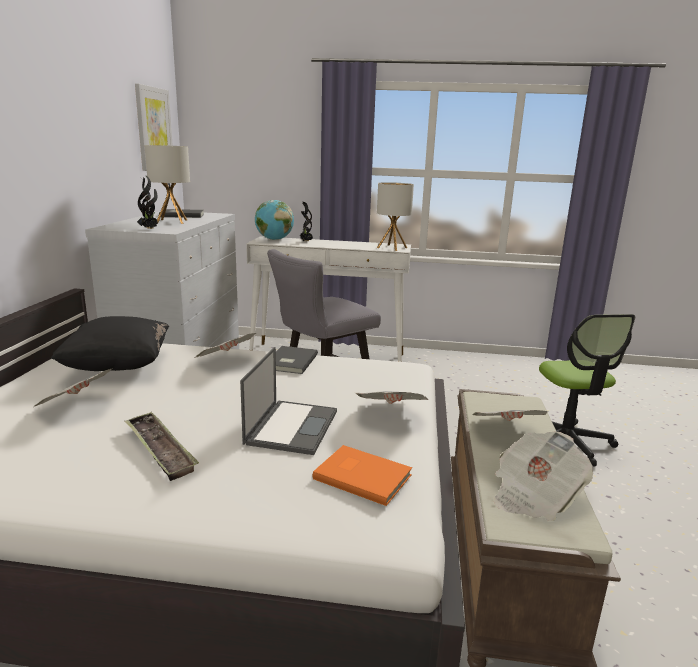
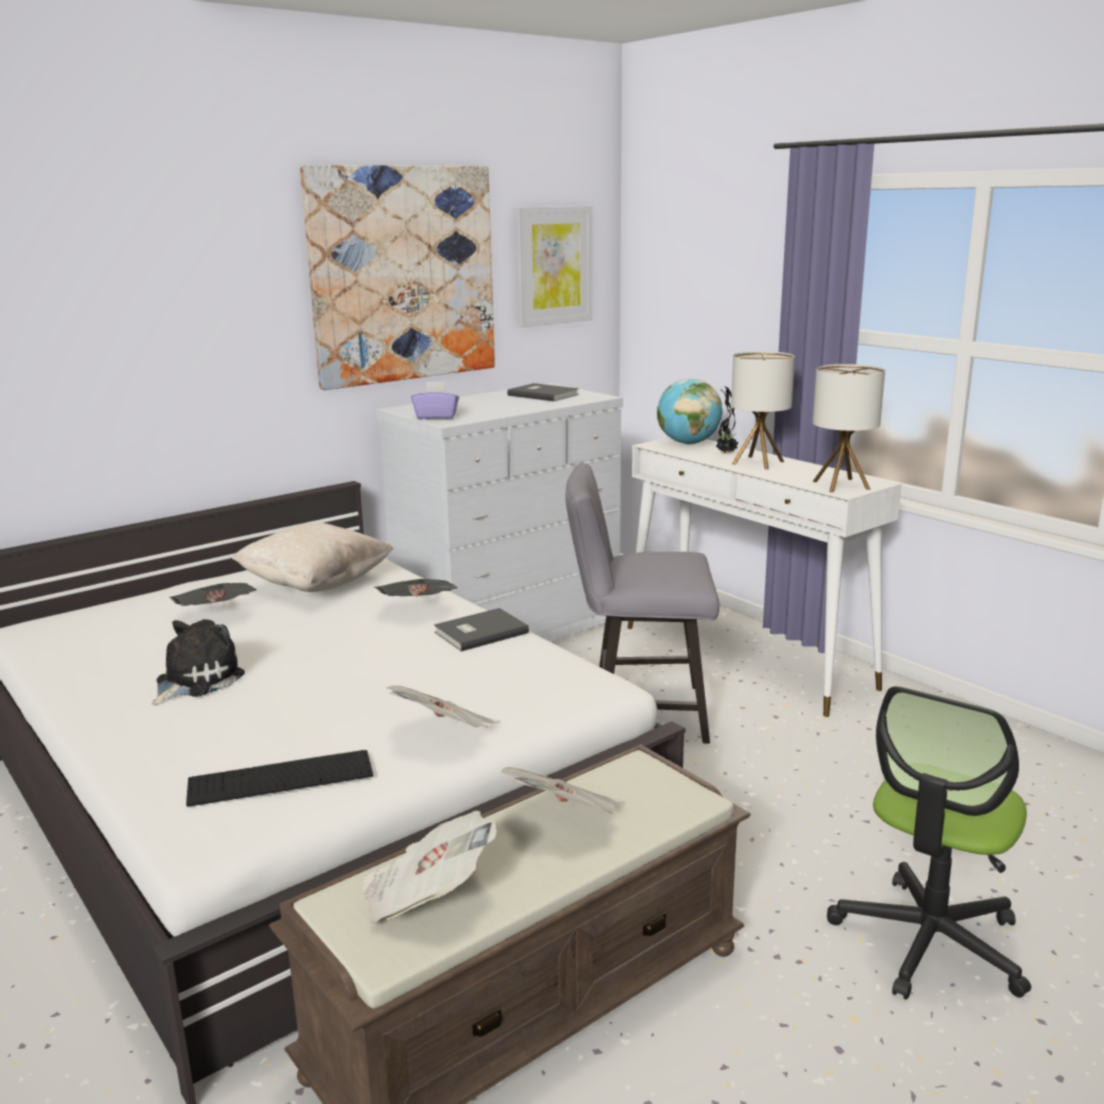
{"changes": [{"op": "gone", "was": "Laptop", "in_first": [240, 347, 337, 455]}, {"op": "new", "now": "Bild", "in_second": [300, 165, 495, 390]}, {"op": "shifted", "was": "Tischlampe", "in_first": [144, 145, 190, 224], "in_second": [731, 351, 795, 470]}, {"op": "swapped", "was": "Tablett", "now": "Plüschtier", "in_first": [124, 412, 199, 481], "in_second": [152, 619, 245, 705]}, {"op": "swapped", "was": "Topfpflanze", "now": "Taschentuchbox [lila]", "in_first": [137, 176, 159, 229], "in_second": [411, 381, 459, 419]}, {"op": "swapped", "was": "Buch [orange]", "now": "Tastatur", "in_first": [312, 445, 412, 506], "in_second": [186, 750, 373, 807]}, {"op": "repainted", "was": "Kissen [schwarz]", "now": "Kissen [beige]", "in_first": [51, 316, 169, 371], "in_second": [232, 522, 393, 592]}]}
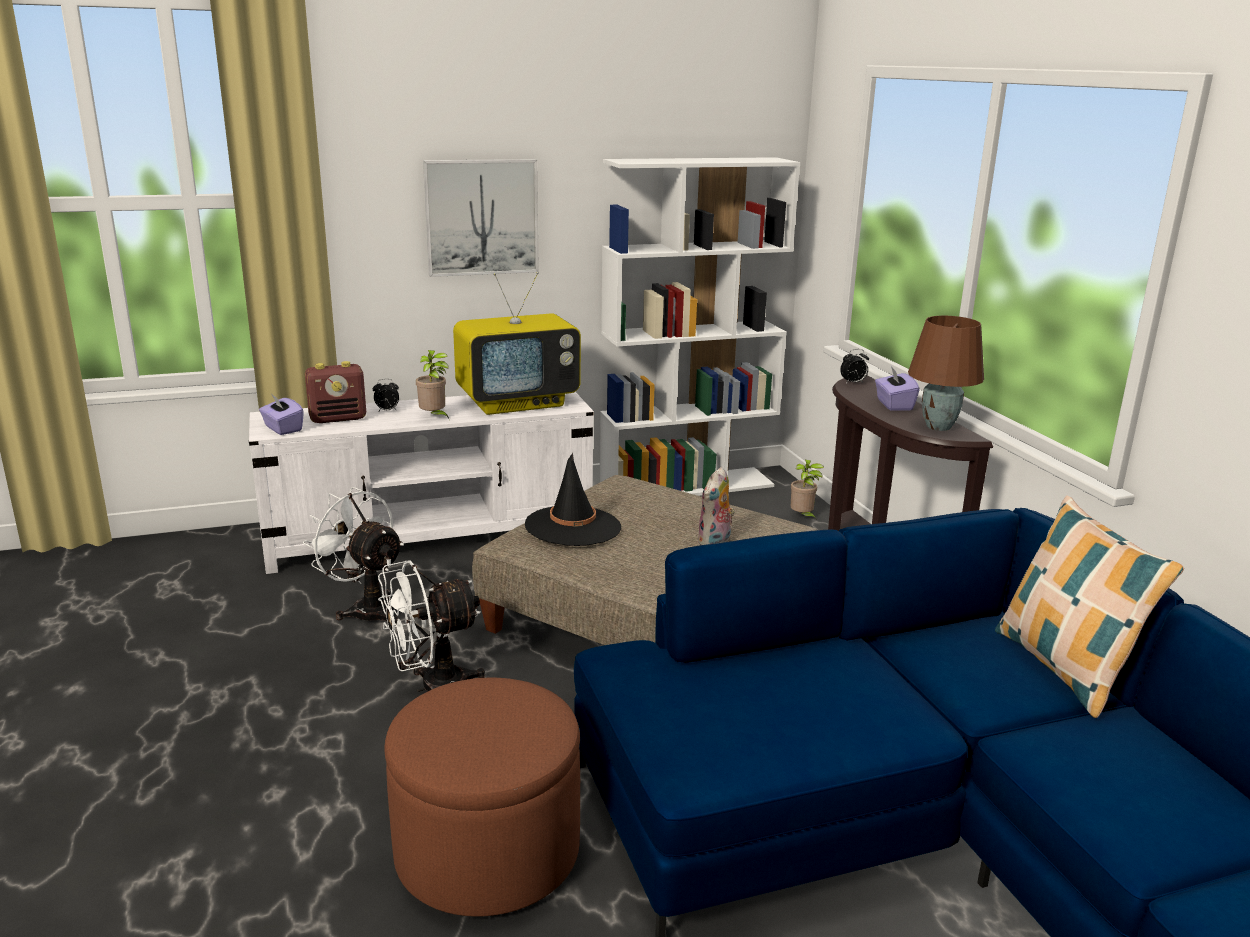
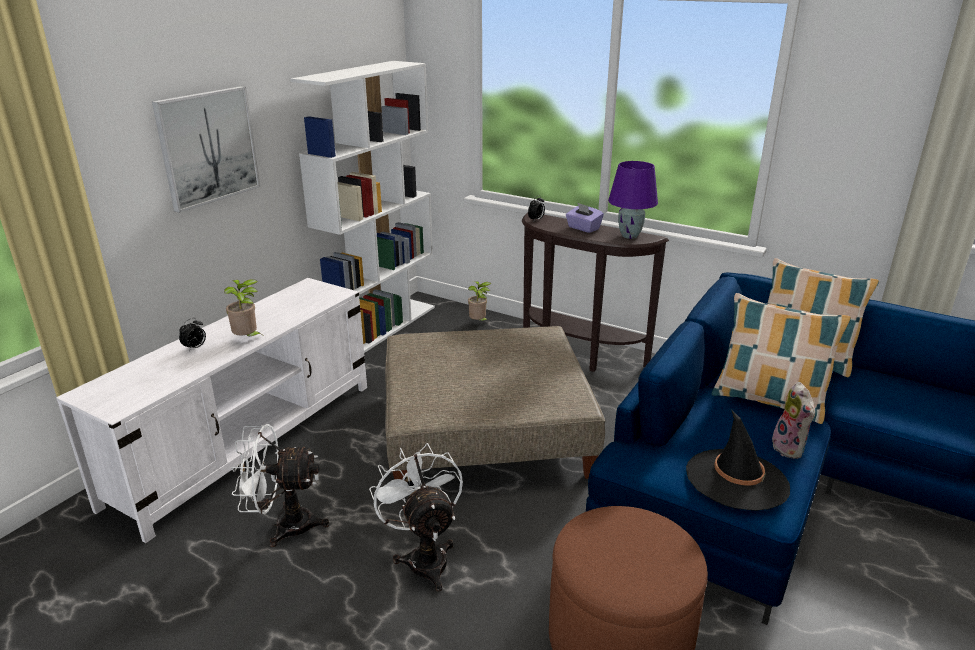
{"changes": [{"op": "gone", "was": "Taschentuchbox [lila]", "in_first": [259, 393, 304, 435]}, {"op": "gone", "was": "Radio", "in_first": [305, 361, 366, 423]}, {"op": "gone", "was": "Fernseher", "in_first": [453, 272, 581, 415]}, {"op": "new", "now": "Kissen", "in_second": [712, 293, 851, 424]}, {"op": "shifted", "was": "Hut [schwarz]", "in_first": [525, 453, 621, 546], "in_second": [686, 411, 790, 511]}, {"op": "shifted", "was": "Plüschtier", "in_first": [697, 467, 735, 545], "in_second": [772, 382, 816, 459]}, {"op": "repainted", "was": "Tischlampe [braun]", "now": "Tischlampe [lila]", "in_first": [908, 316, 984, 431], "in_second": [608, 161, 658, 239]}, {"op": "rotated", "was": "Ventilator [weiß]", "in_first": [378, 560, 485, 692], "in_second": [369, 443, 463, 592], "clockwise": 135}]}
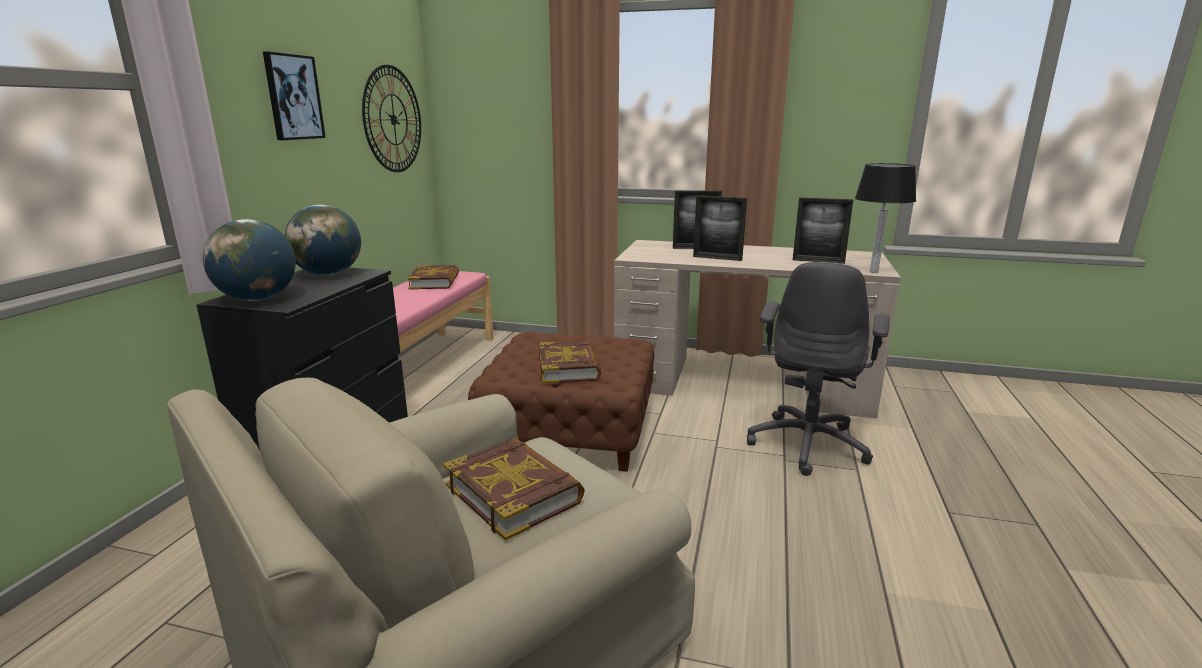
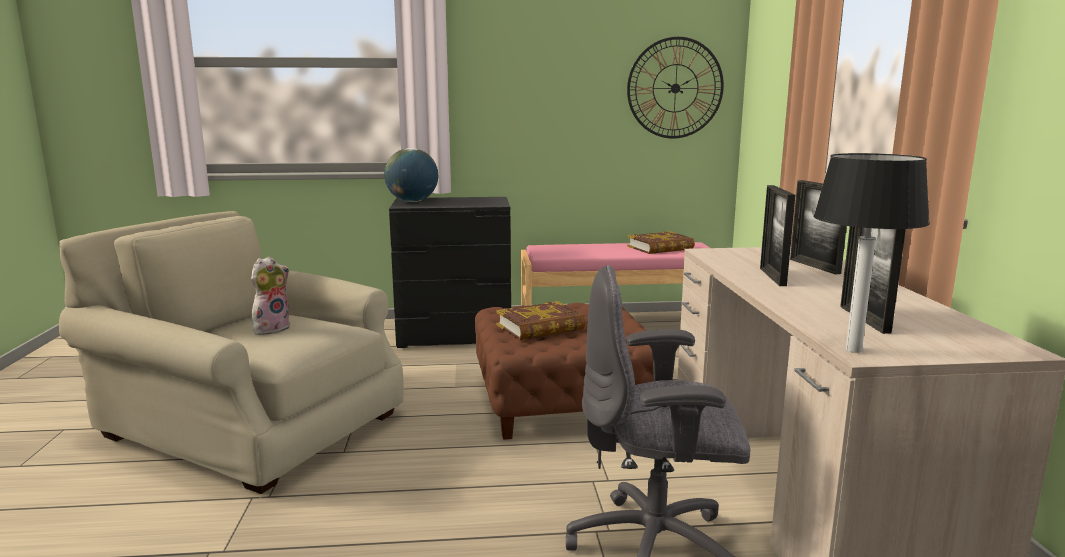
{"changes": [{"op": "gone", "was": "Bild", "in_first": [263, 51, 326, 140]}, {"op": "gone", "was": "Globus", "in_first": [285, 205, 361, 275]}, {"op": "swapped", "was": "Buch", "now": "Plüschtier", "in_first": [443, 438, 585, 541], "in_second": [251, 256, 290, 335]}]}
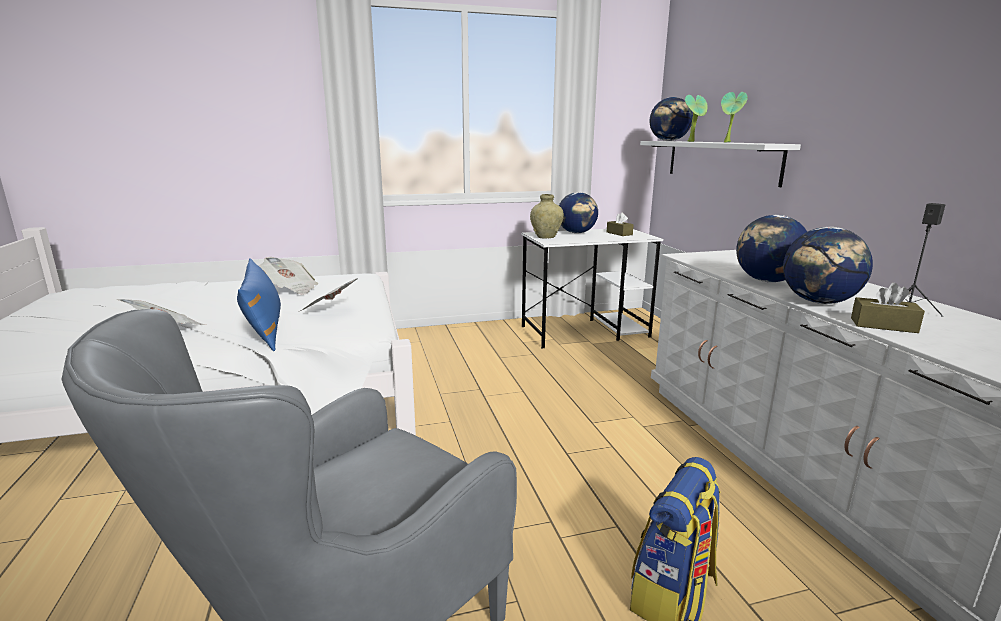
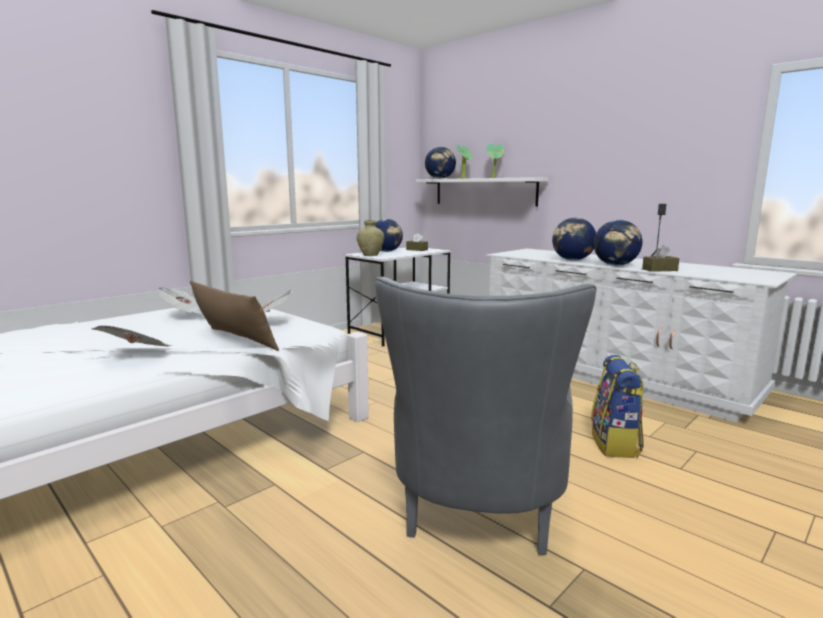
{"changes": [{"op": "repainted", "was": "Kissen [blau]", "now": "Kissen [braun]", "in_first": [237, 258, 281, 351], "in_second": [190, 280, 279, 351]}]}
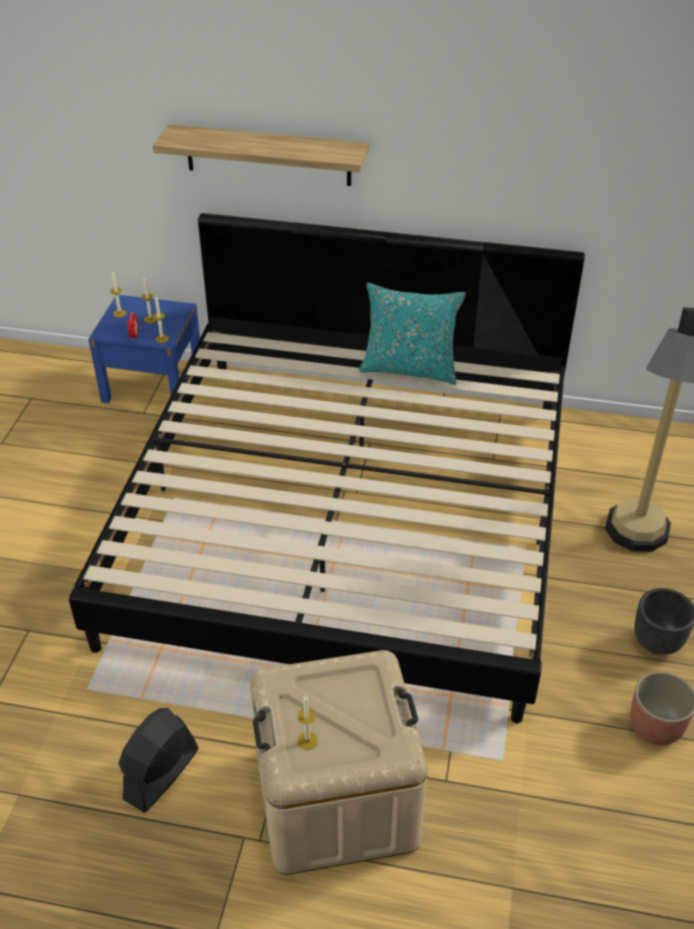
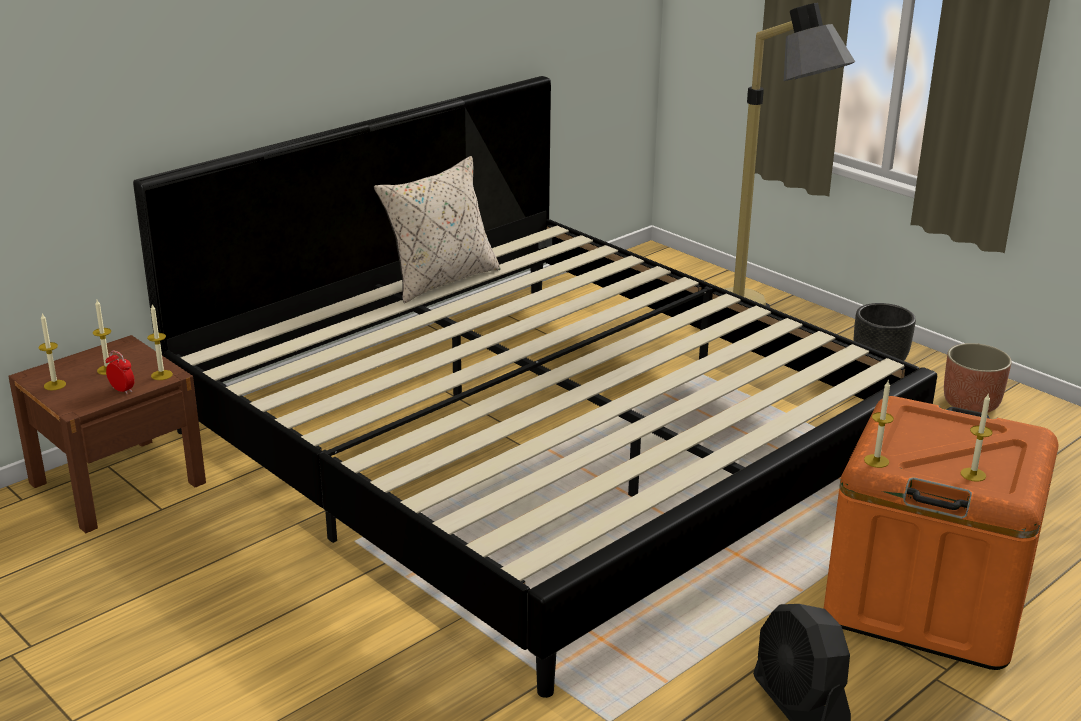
{"changes": [{"op": "gone", "was": "Wandregal", "in_first": [153, 124, 369, 186]}, {"op": "new", "now": "Kerze", "in_second": [864, 381, 894, 468]}, {"op": "repainted", "was": "Nachttisch [blau]", "now": "Nachttisch [braun]", "in_first": [89, 295, 200, 403], "in_second": [8, 335, 206, 533]}, {"op": "repainted", "was": "Aufbewahrungsbox [beige]", "now": "Aufbewahrungsbox [orange]", "in_first": [250, 650, 427, 875], "in_second": [824, 396, 1058, 670]}, {"op": "repainted", "was": "Kissen [türkis]", "now": "Kissen [beige]", "in_first": [359, 283, 466, 385], "in_second": [374, 156, 501, 303]}]}
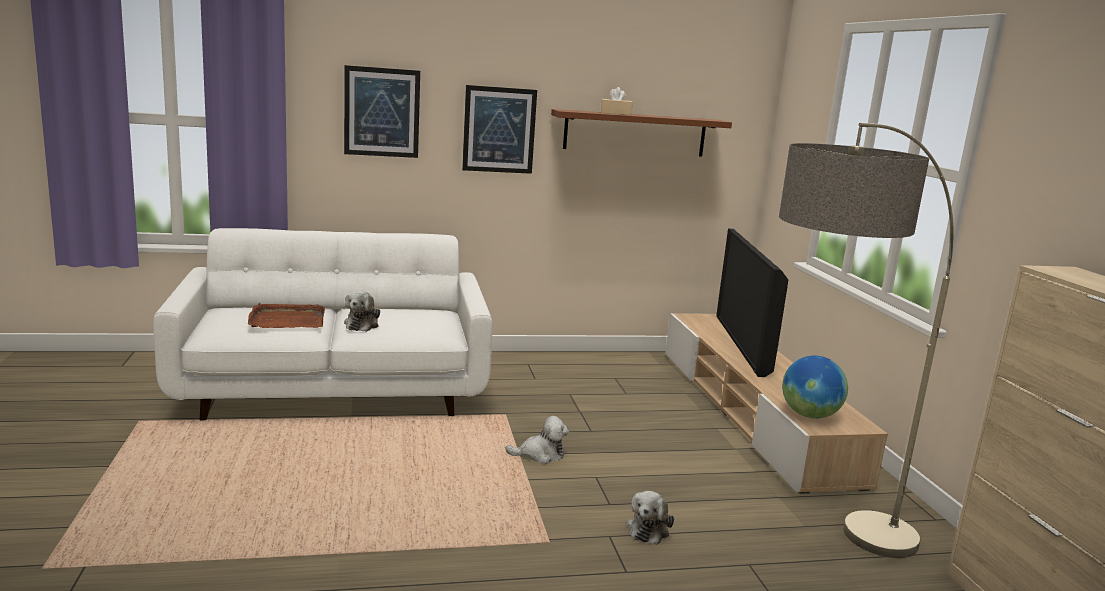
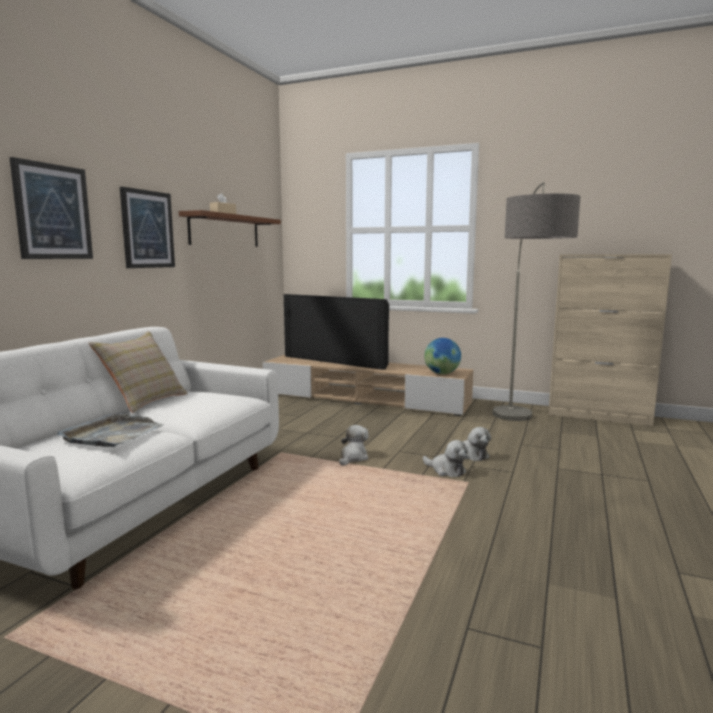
{"changes": [{"op": "new", "now": "Kissen [beige]", "in_second": [89, 331, 188, 413]}, {"op": "shifted", "was": "Plüschtier", "in_first": [344, 290, 380, 332], "in_second": [423, 440, 468, 477]}, {"op": "repainted", "was": "Tablett [braun]", "now": "Tablett [grau]", "in_first": [248, 303, 325, 328], "in_second": [57, 413, 164, 447]}]}
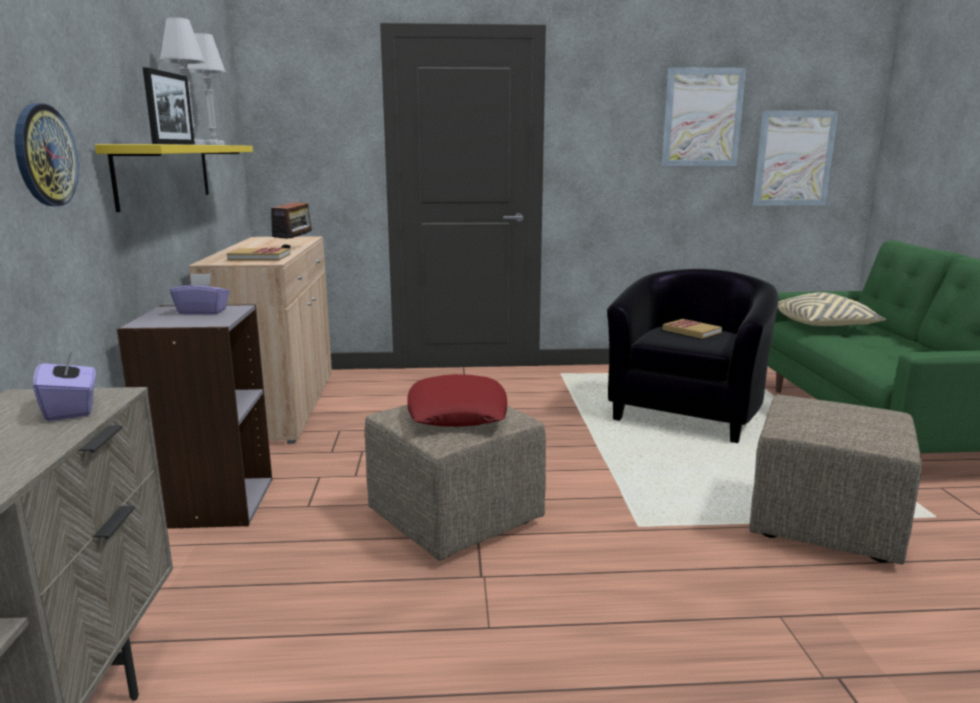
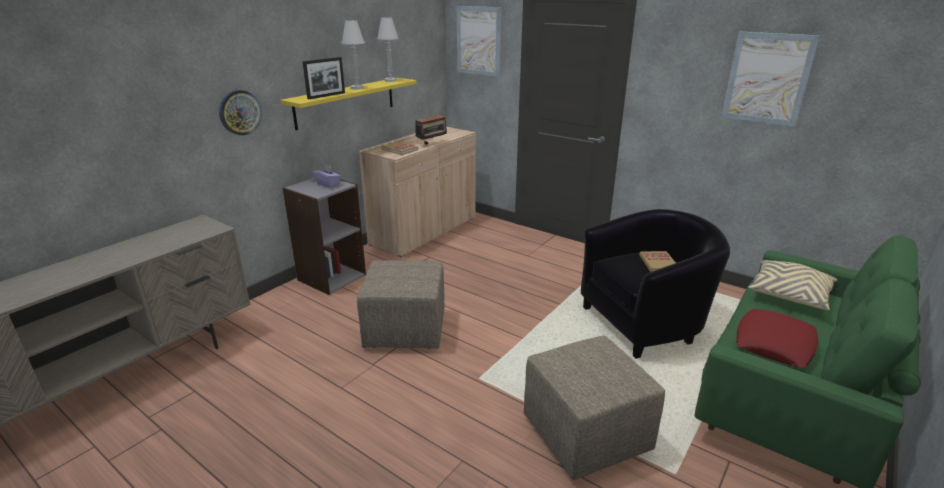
{"changes": [{"op": "gone", "was": "Taschentuchbox [lila]", "in_first": [33, 349, 96, 421]}, {"op": "shifted", "was": "Kissen [rot]", "in_first": [407, 374, 507, 427], "in_second": [736, 309, 818, 368]}, {"op": "shifted", "was": "Bild", "in_first": [753, 111, 838, 206], "in_second": [457, 6, 502, 77]}]}
